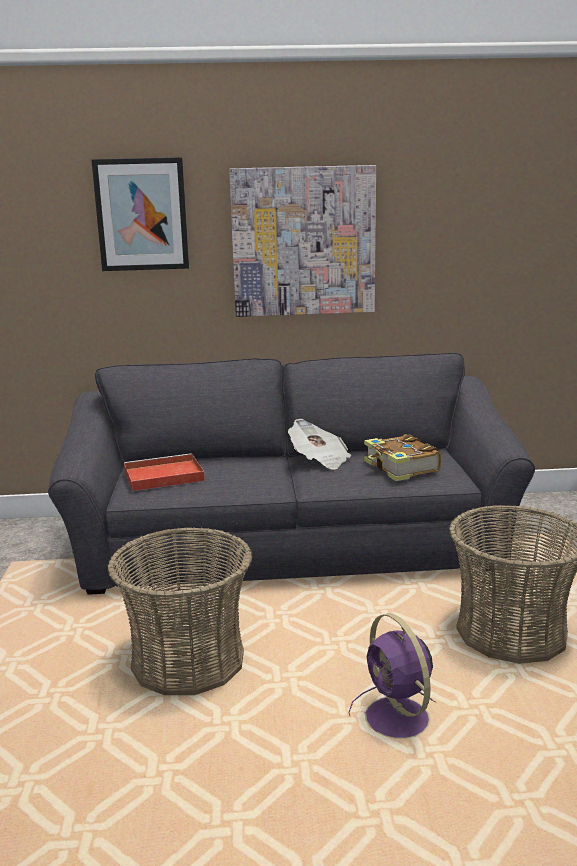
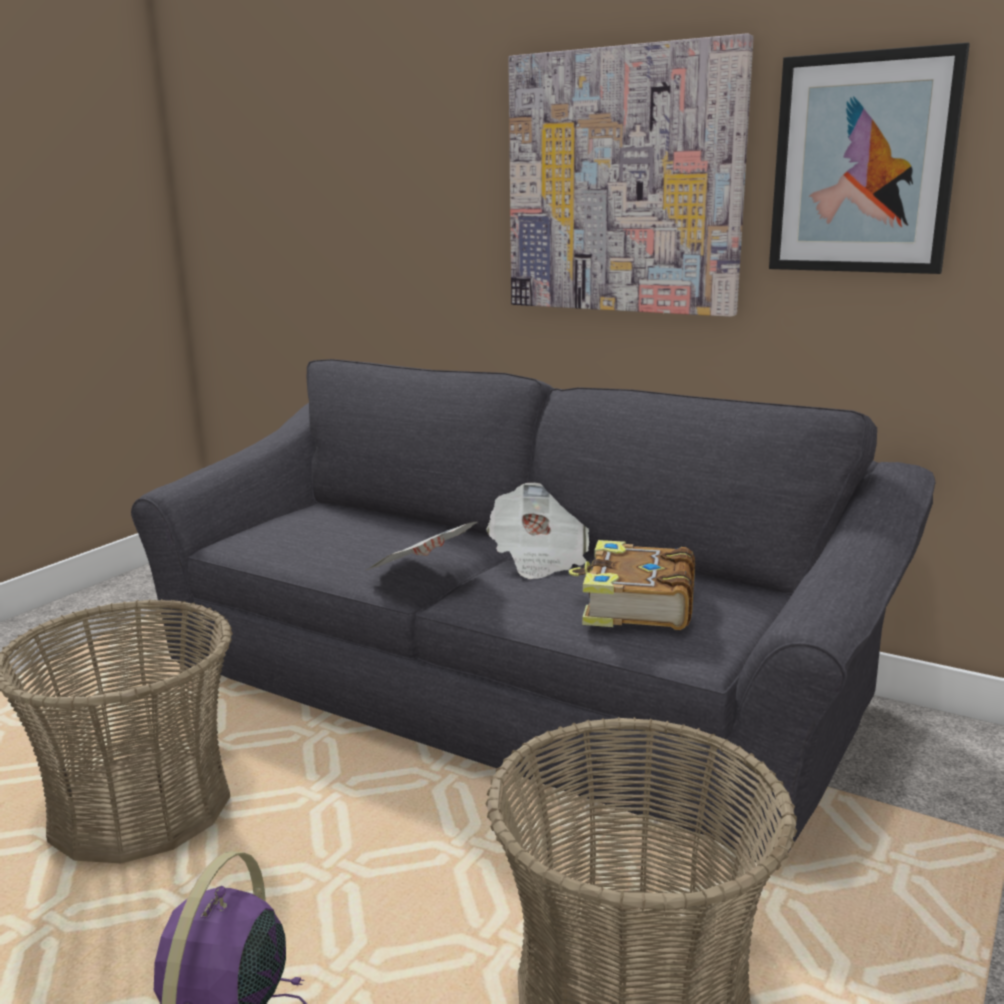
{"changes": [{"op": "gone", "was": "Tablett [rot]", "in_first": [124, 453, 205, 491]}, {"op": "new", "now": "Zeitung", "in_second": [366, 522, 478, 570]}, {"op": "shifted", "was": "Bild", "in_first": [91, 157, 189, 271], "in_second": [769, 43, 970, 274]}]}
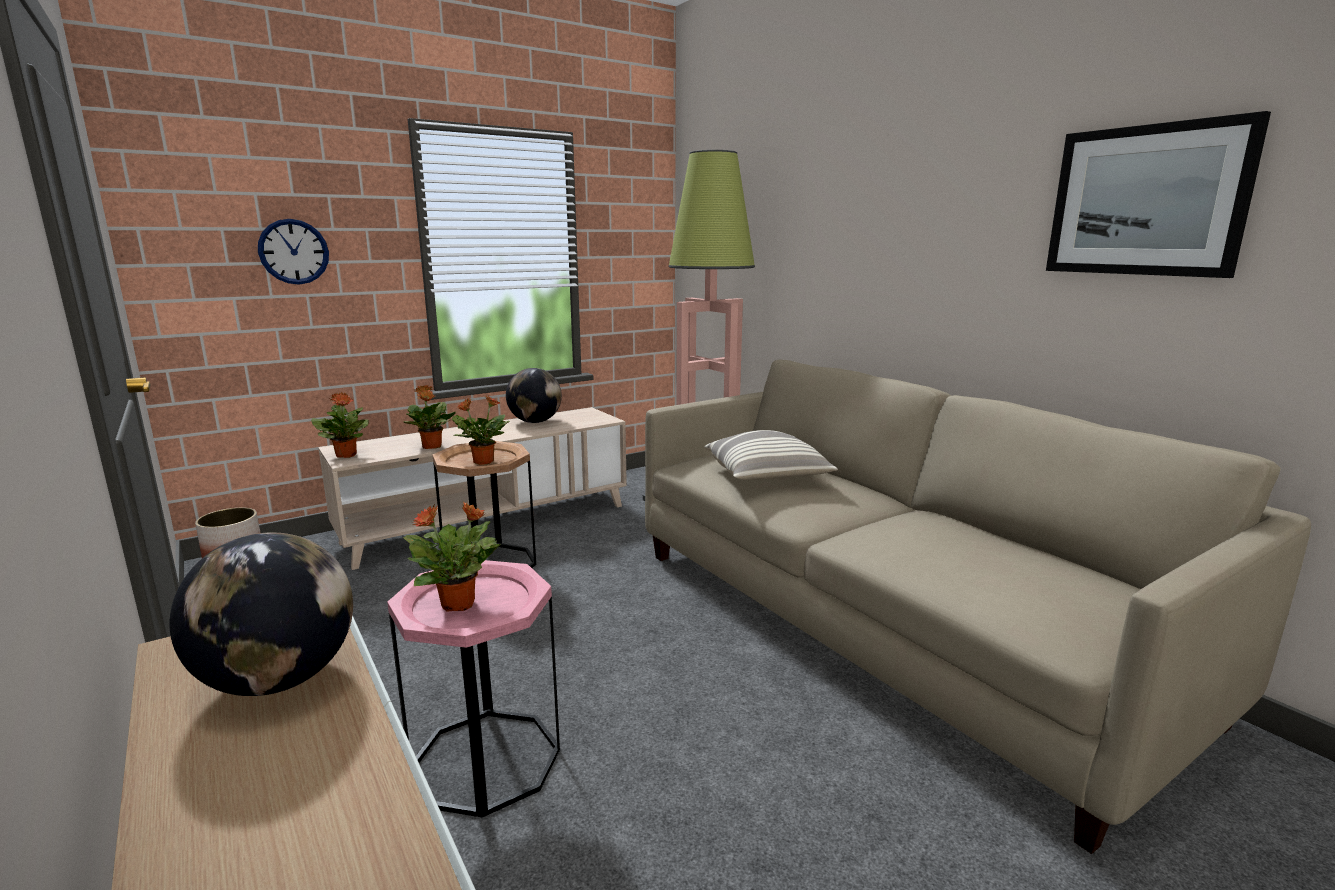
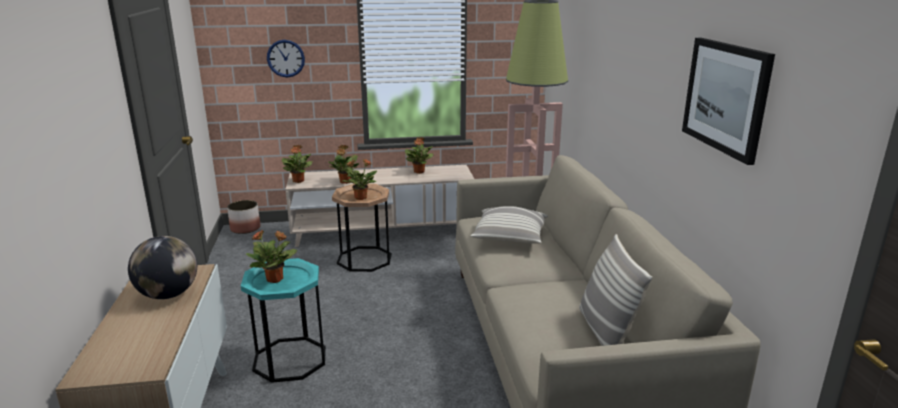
{"changes": [{"op": "new", "now": "Kissen", "in_second": [579, 234, 652, 346]}, {"op": "swapped", "was": "Globus", "now": "Topfpflanze", "in_first": [506, 368, 562, 423], "in_second": [405, 137, 434, 174]}, {"op": "repainted", "was": "Beistelltisch [rosa]", "now": "Beistelltisch [türkis]", "in_first": [387, 560, 560, 817], "in_second": [241, 258, 326, 383]}]}
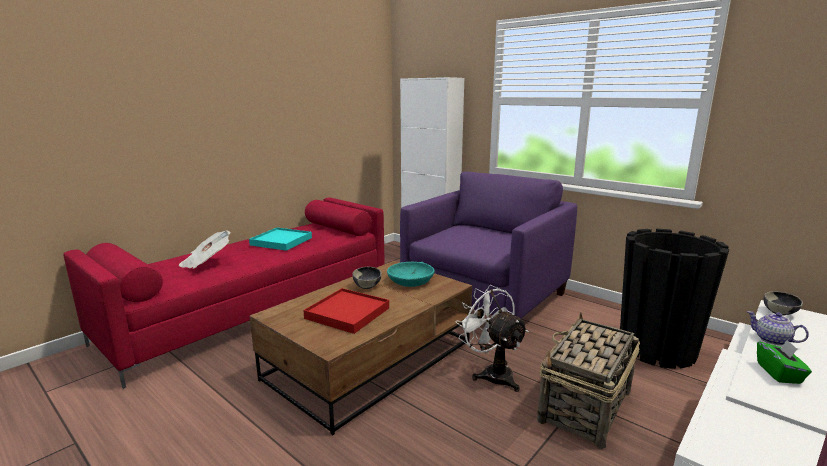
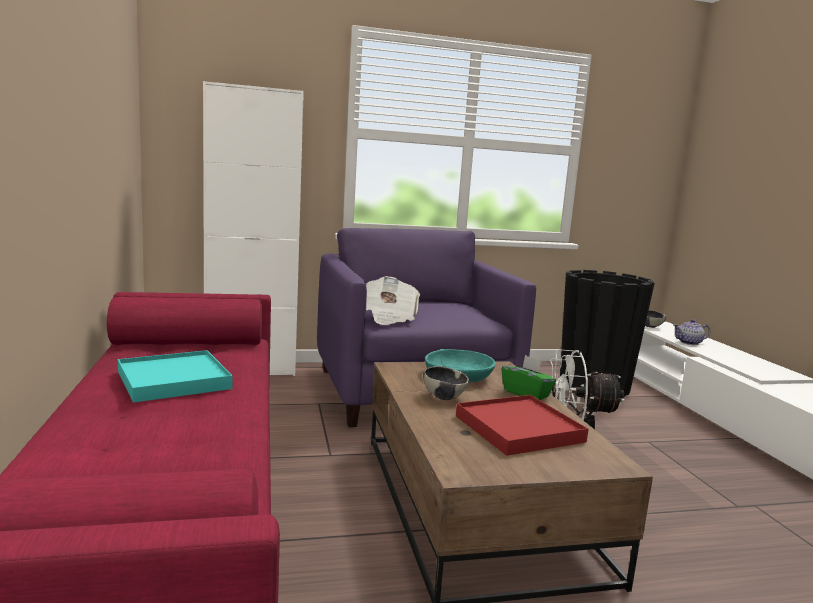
{"changes": [{"op": "gone", "was": "Korb", "in_first": [537, 313, 640, 449]}, {"op": "shifted", "was": "Zeitung", "in_first": [179, 231, 231, 269], "in_second": [366, 276, 420, 325]}, {"op": "shifted", "was": "Taschentuchbox [grün]", "in_first": [757, 340, 812, 384], "in_second": [501, 355, 556, 400]}]}
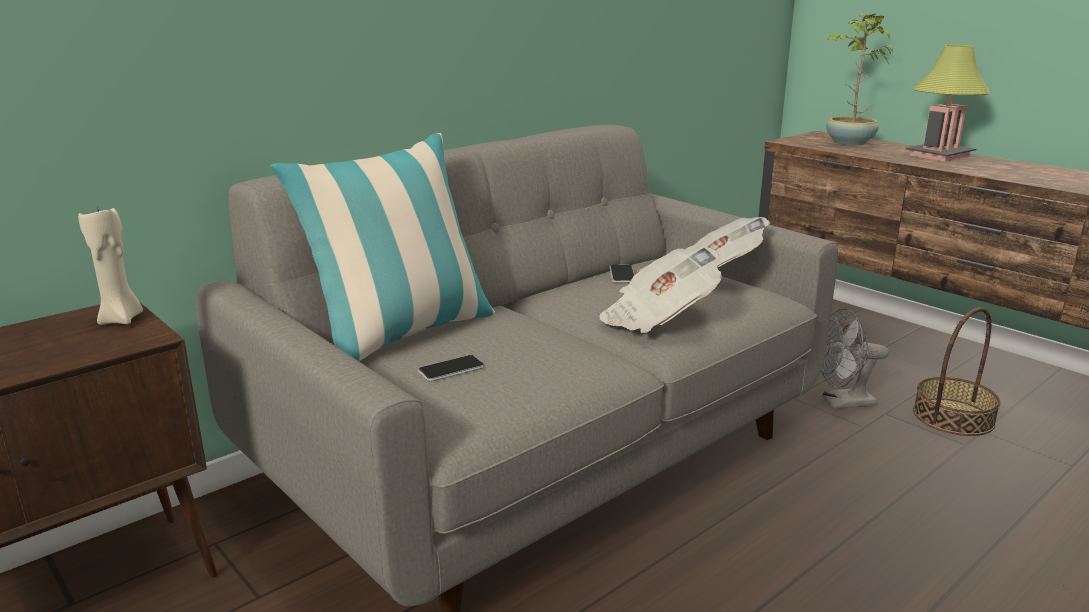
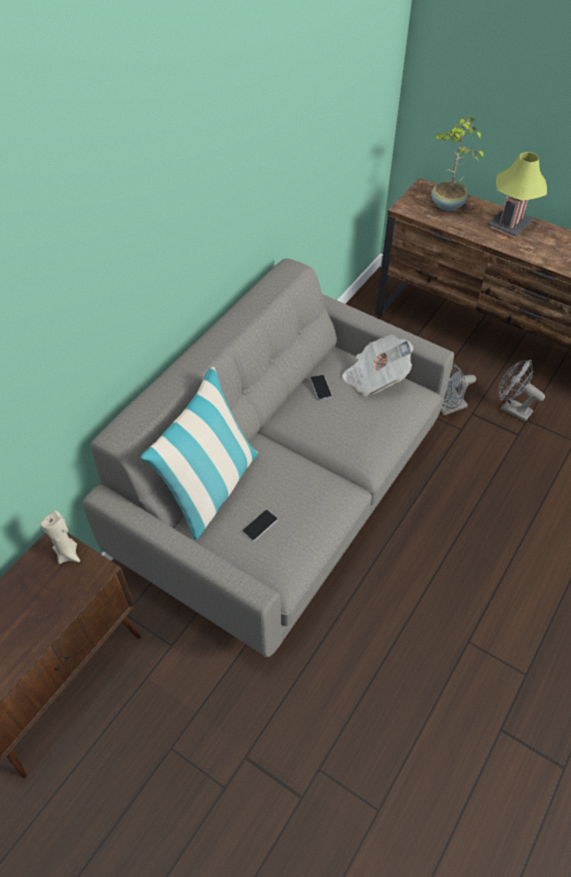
{"changes": [{"op": "gone", "was": "Zeitung", "in_first": [599, 247, 722, 333]}, {"op": "swapped", "was": "Korb", "now": "Ventilator [grau]", "in_first": [913, 307, 1001, 436], "in_second": [498, 360, 545, 422]}]}
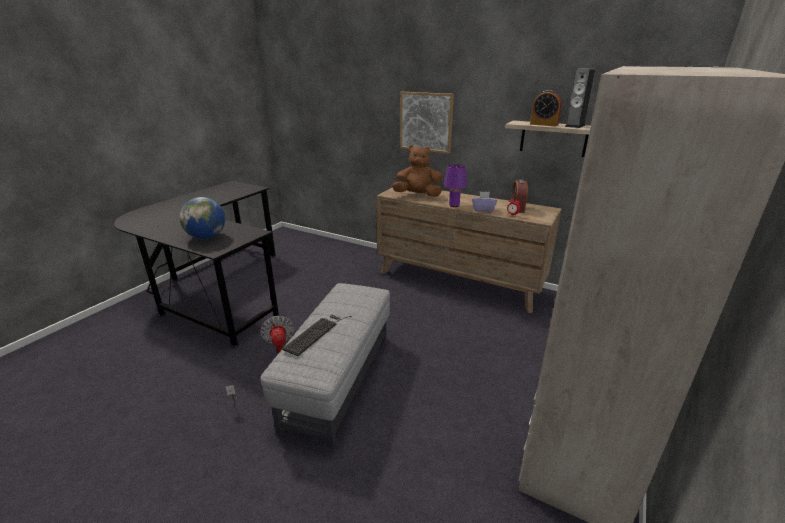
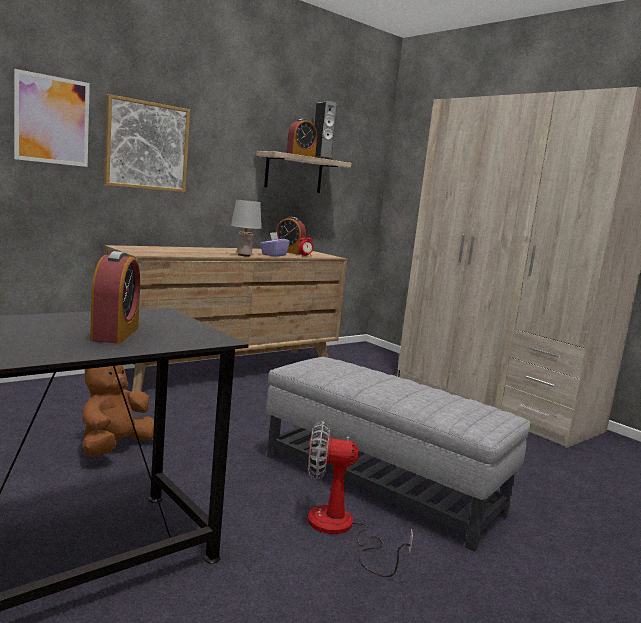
{"changes": [{"op": "gone", "was": "Tastatur", "in_first": [282, 315, 352, 356]}, {"op": "new", "now": "Bild", "in_second": [14, 69, 90, 167]}, {"op": "shifted", "was": "Plüschtier [braun]", "in_first": [392, 145, 442, 197], "in_second": [82, 365, 154, 457]}, {"op": "swapped", "was": "Globus", "now": "Wecker", "in_first": [179, 197, 225, 239], "in_second": [90, 251, 140, 344]}, {"op": "repainted", "was": "Tischlampe [lila]", "now": "Tischlampe [grau]", "in_first": [444, 164, 467, 207], "in_second": [231, 200, 262, 256]}]}
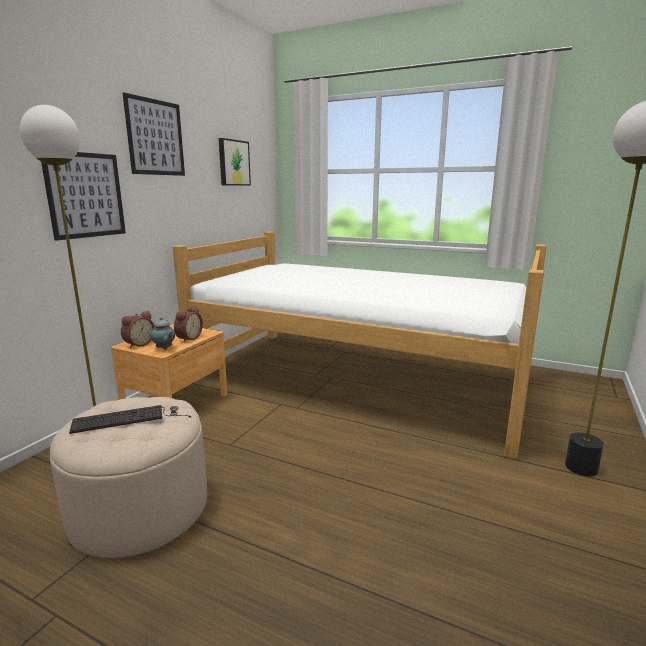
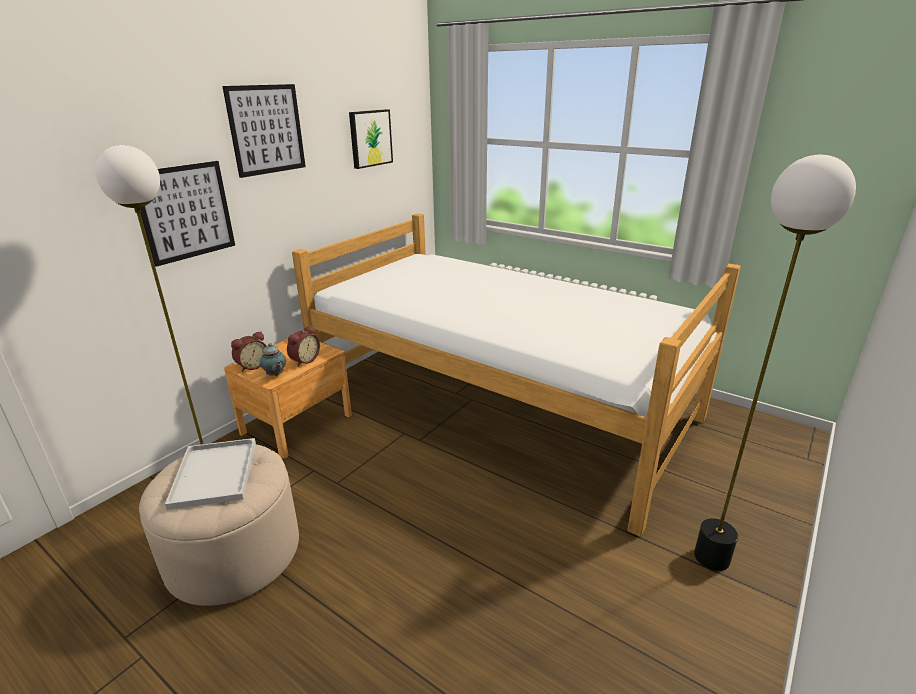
{"changes": [{"op": "swapped", "was": "Tastatur", "now": "Tablett [weiß]", "in_first": [69, 405, 191, 434], "in_second": [165, 438, 256, 510]}]}
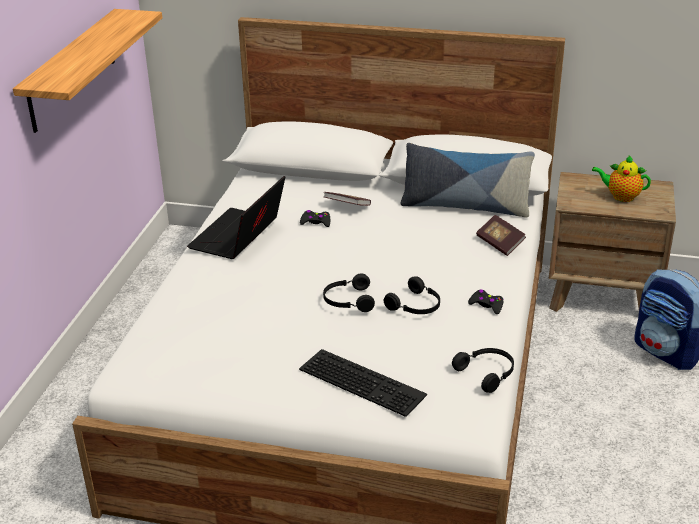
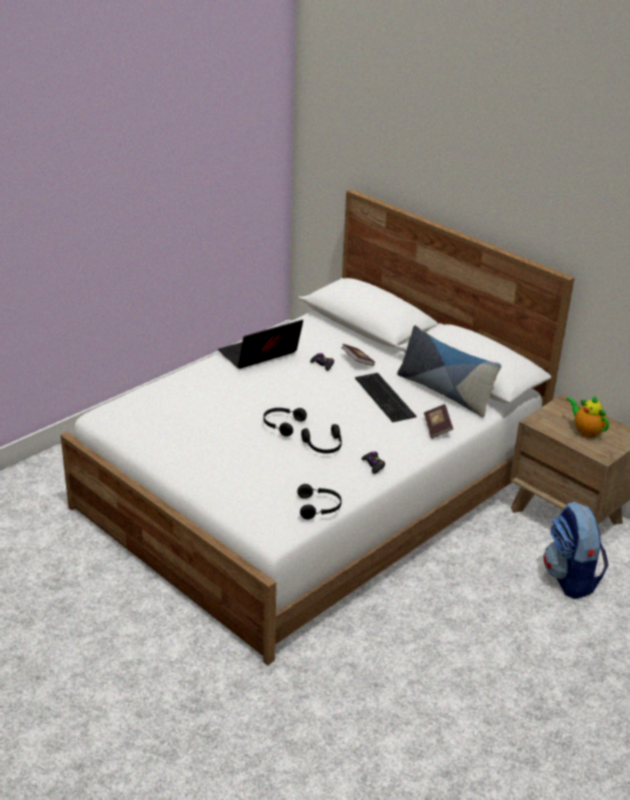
{"changes": [{"op": "gone", "was": "Wandregal", "in_first": [13, 9, 162, 133]}, {"op": "shifted", "was": "Tastatur", "in_first": [299, 349, 427, 417], "in_second": [355, 373, 417, 422]}]}
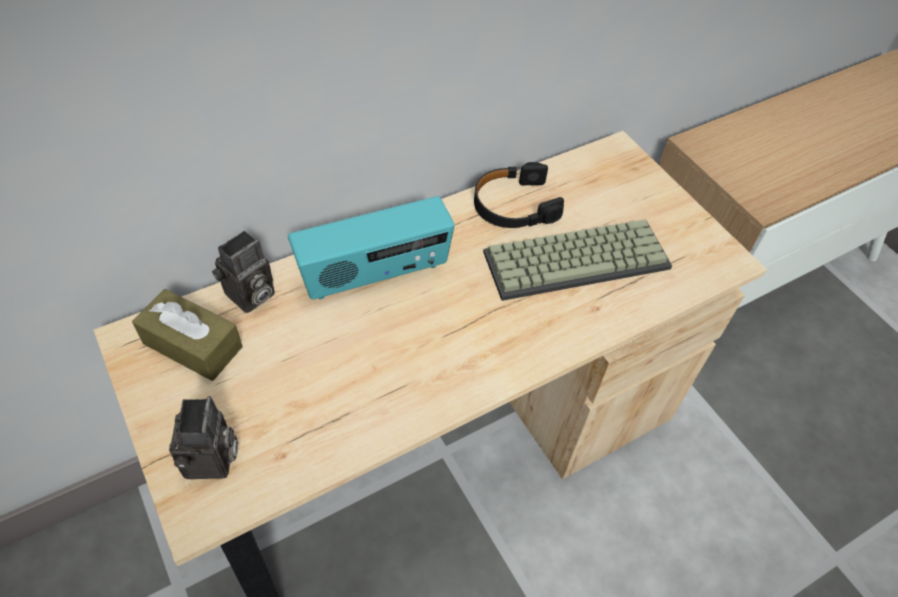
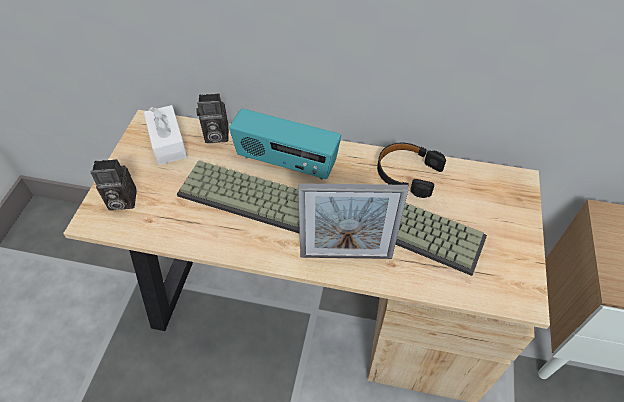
{"changes": [{"op": "new", "now": "Tastatur", "in_second": [177, 160, 300, 234]}, {"op": "new", "now": "Bilderrahmen", "in_second": [298, 183, 409, 259]}, {"op": "repainted", "was": "Taschentuchbox [braun]", "now": "Taschentuchbox [weiß]", "in_first": [132, 289, 243, 381], "in_second": [144, 105, 187, 165]}, {"op": "rotated", "was": "Kamera", "in_first": [169, 396, 238, 479], "in_second": [90, 159, 137, 211], "clockwise": 45}]}
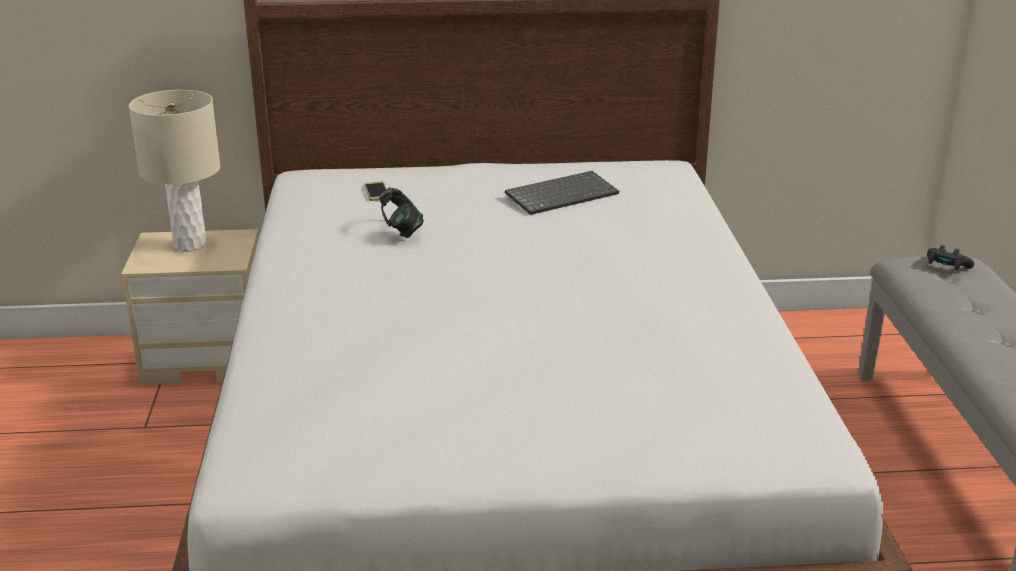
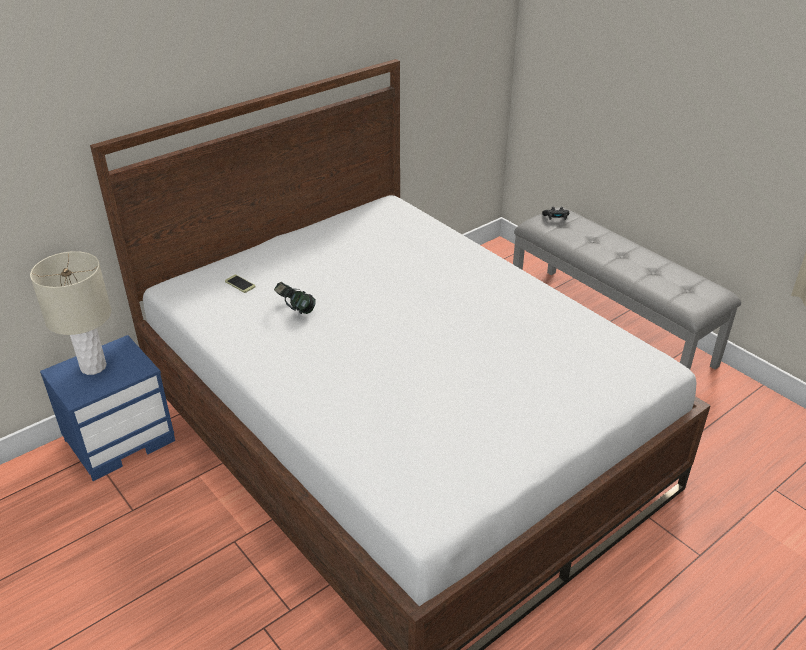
{"changes": [{"op": "gone", "was": "Tastatur", "in_first": [505, 171, 619, 215]}, {"op": "repainted", "was": "Nachttisch [beige]", "now": "Nachttisch [blau]", "in_first": [121, 229, 258, 385], "in_second": [40, 335, 175, 481]}]}
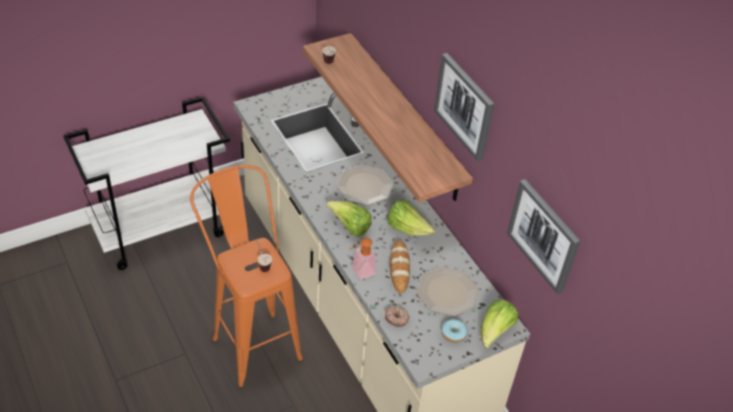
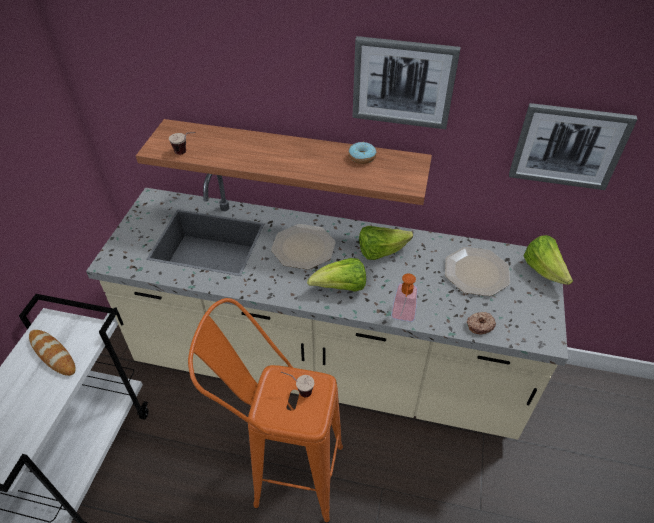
{"changes": [{"op": "shifted", "was": "Brot", "in_first": [390, 240, 410, 293], "in_second": [29, 330, 76, 376]}, {"op": "shifted", "was": "Donut", "in_first": [441, 319, 468, 343], "in_second": [348, 142, 376, 164]}]}
